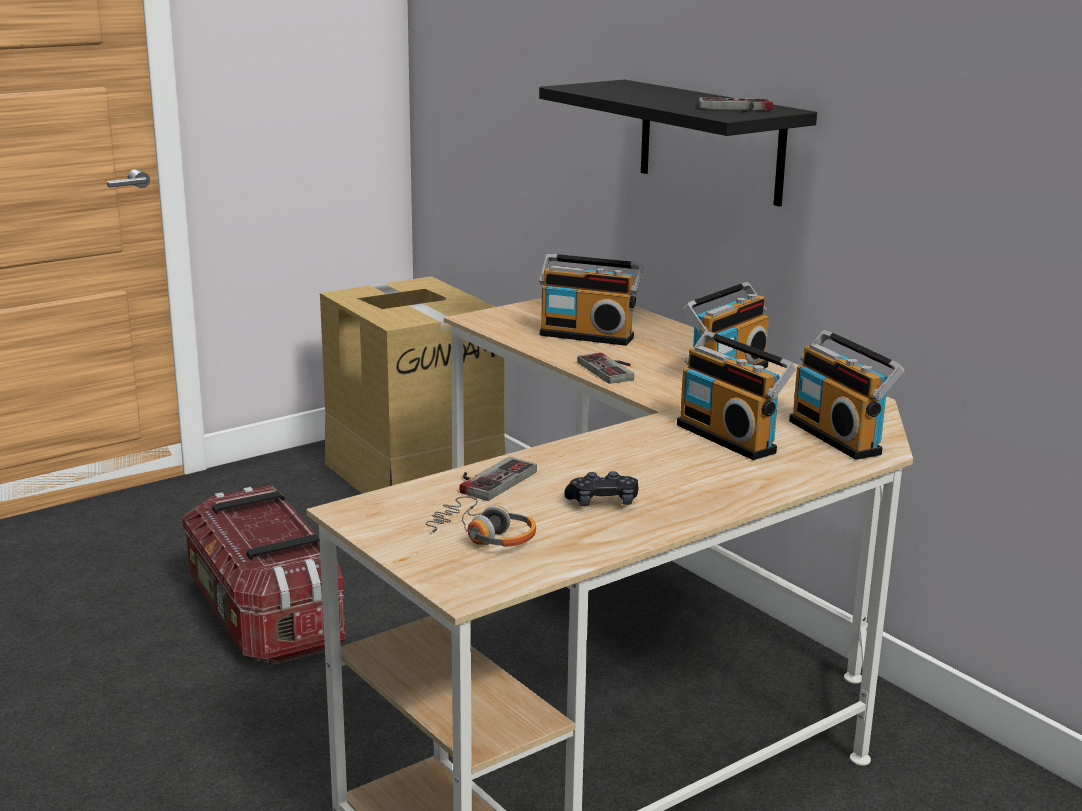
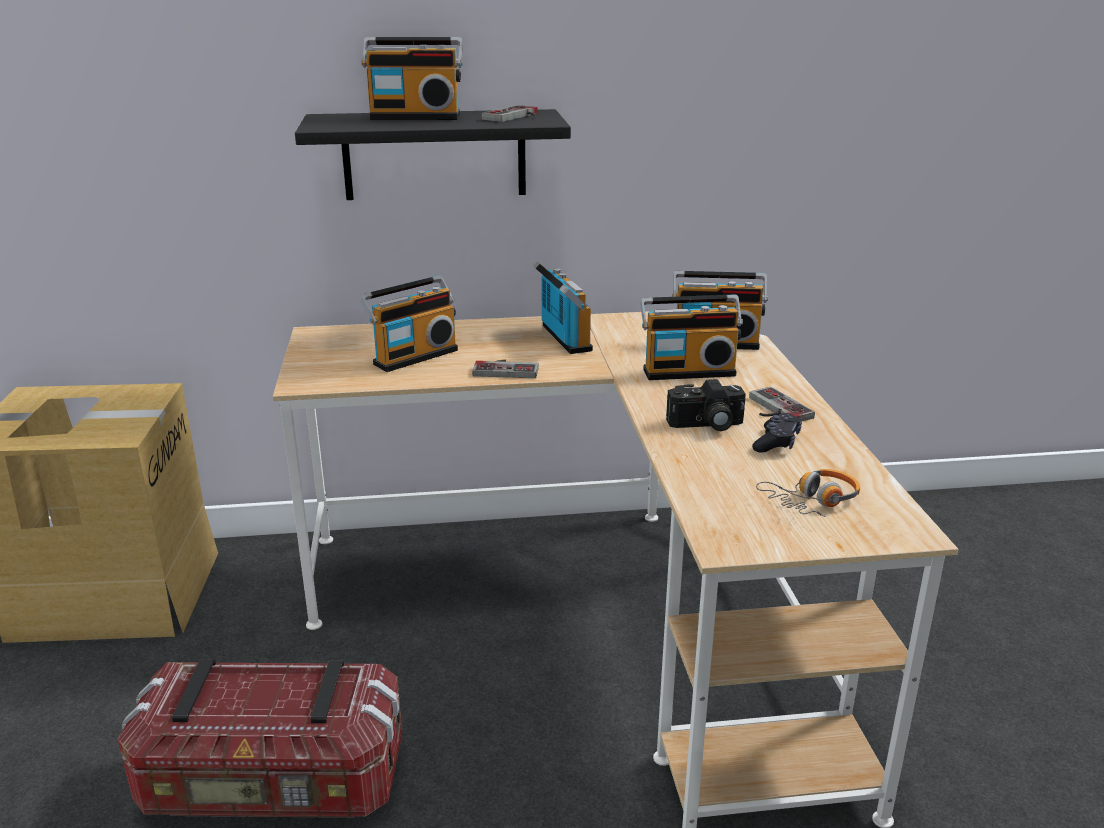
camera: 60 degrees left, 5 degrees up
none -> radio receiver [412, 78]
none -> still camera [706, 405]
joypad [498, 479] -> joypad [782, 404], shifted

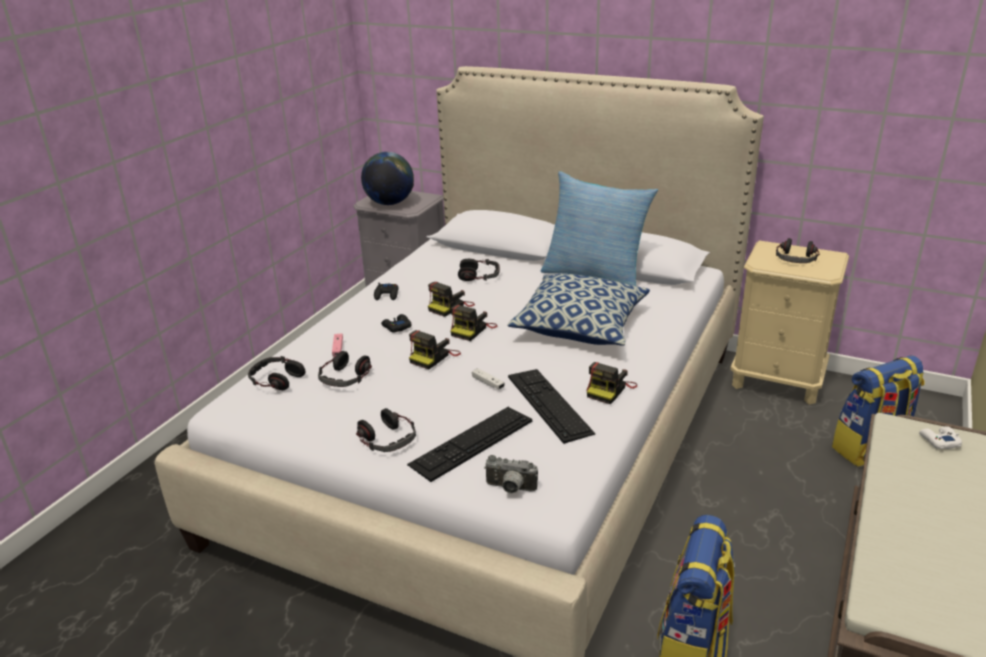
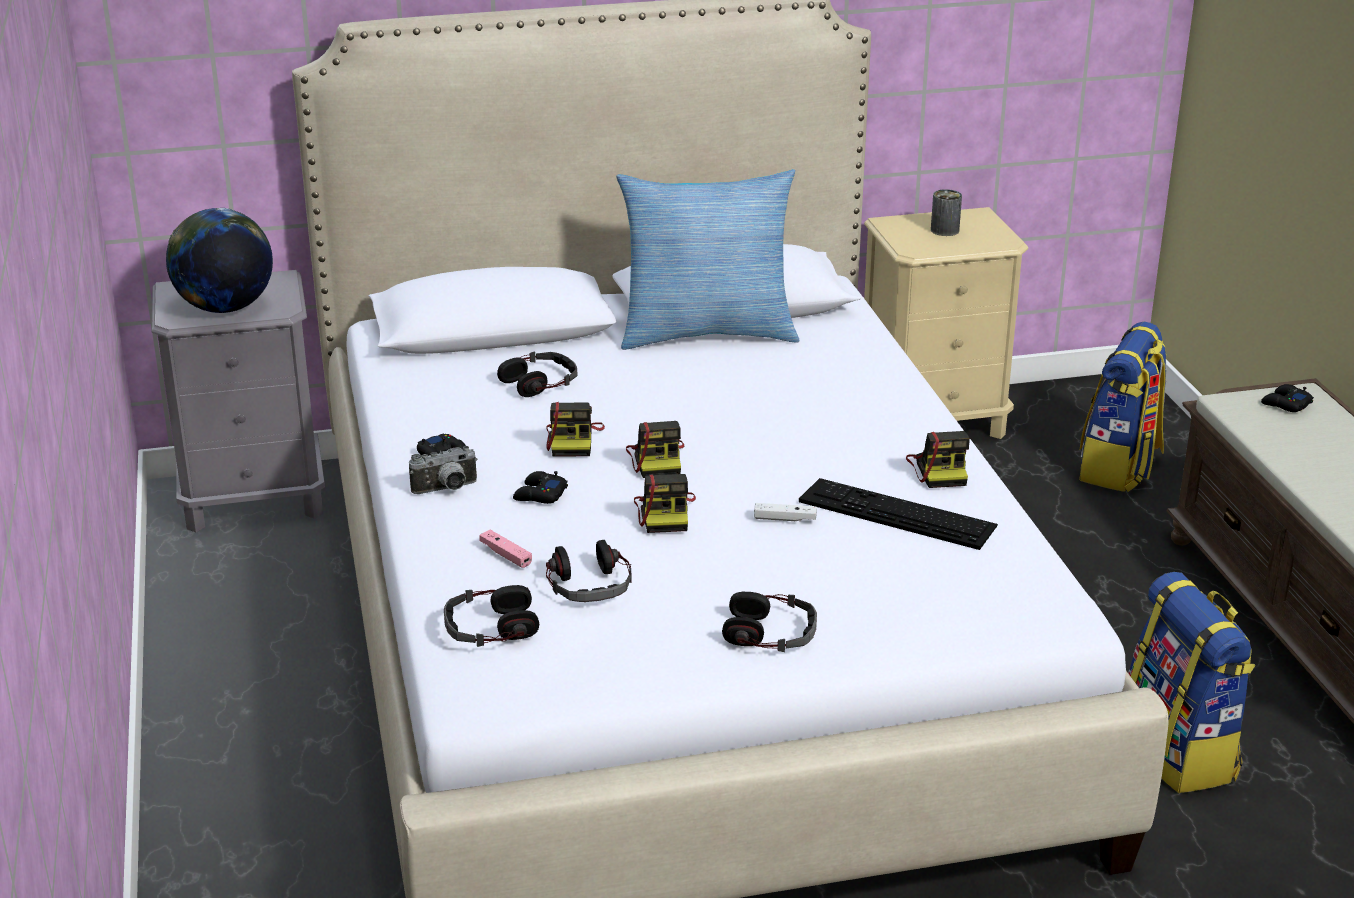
camera: 40 degrees left, 0 degrees up
still camera [511, 474] -> still camera [443, 470], shifted
headset [798, 250] -> sealed can [946, 212]
joypad (whitish) [940, 437] -> joypad (black) [1287, 398]
computer keyboard [469, 444] -> none
pillow [579, 310] -> none

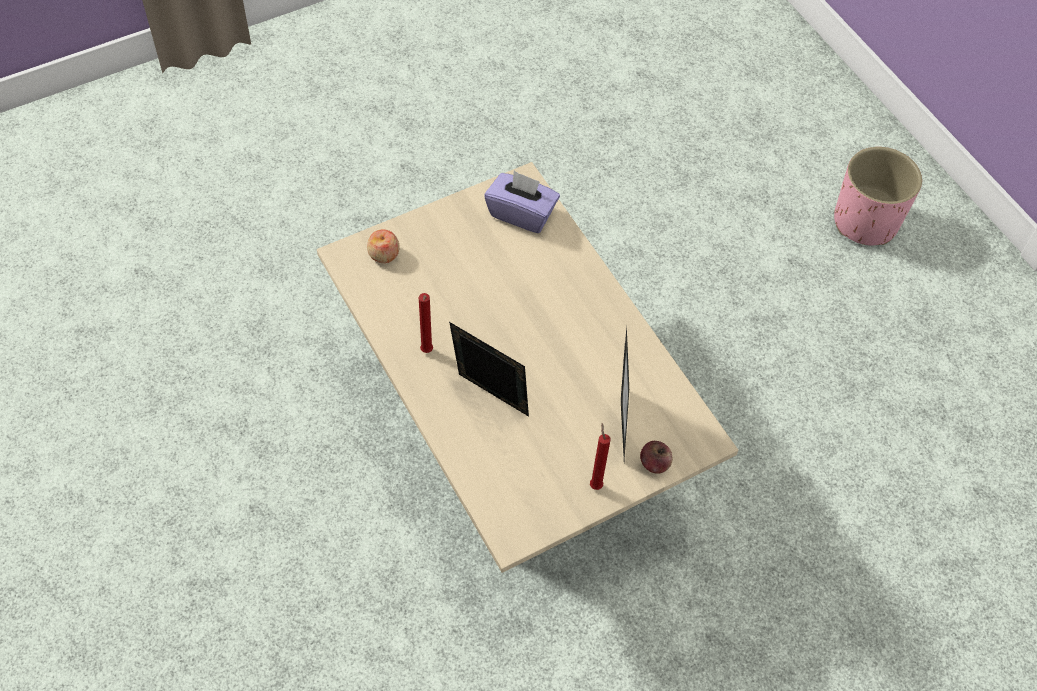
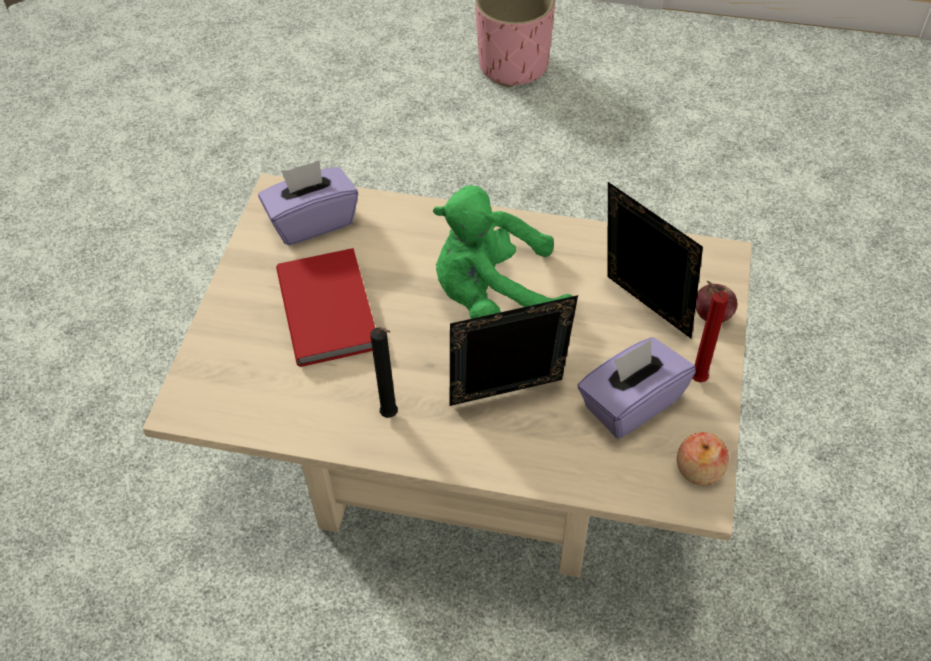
camera: 45 degrees left, 5 degrees down
none -> book (red) [325, 307]
wax candle (red) [426, 323] -> wax candle (black) [384, 373]
none -> cuddly toy (green-coloured) [502, 252]
none -> tissue holder (purplish) [636, 388]
apple [383, 246] -> apple [703, 458], shifted

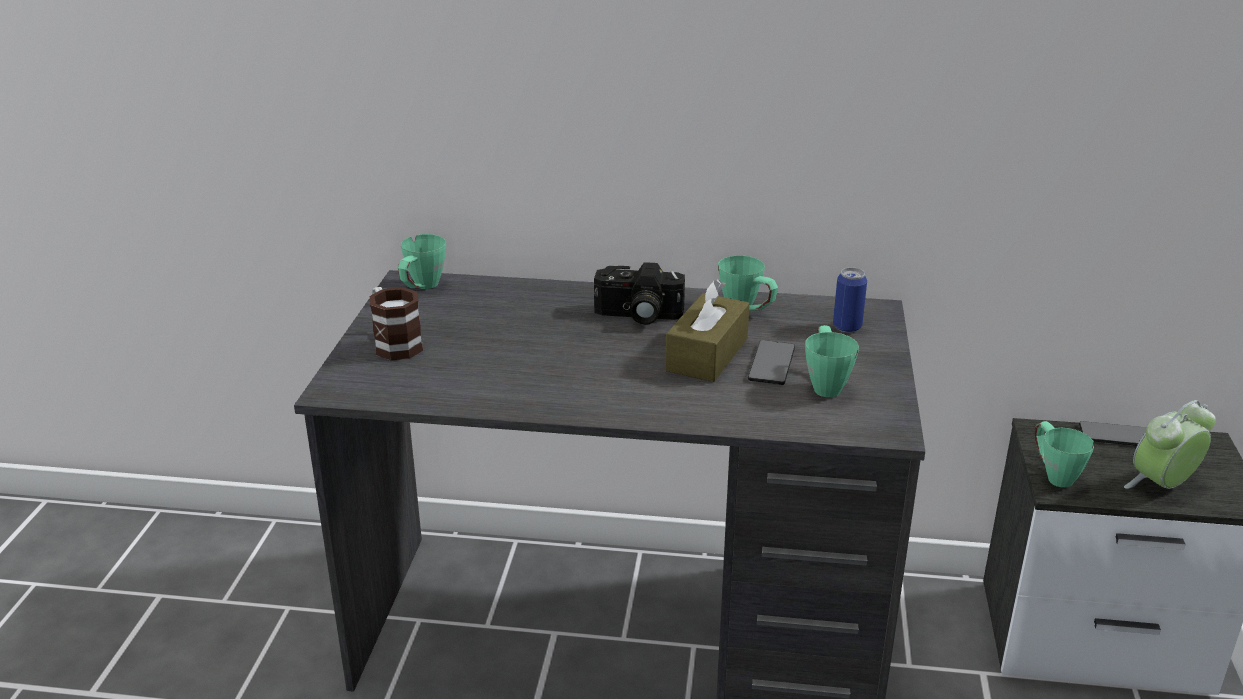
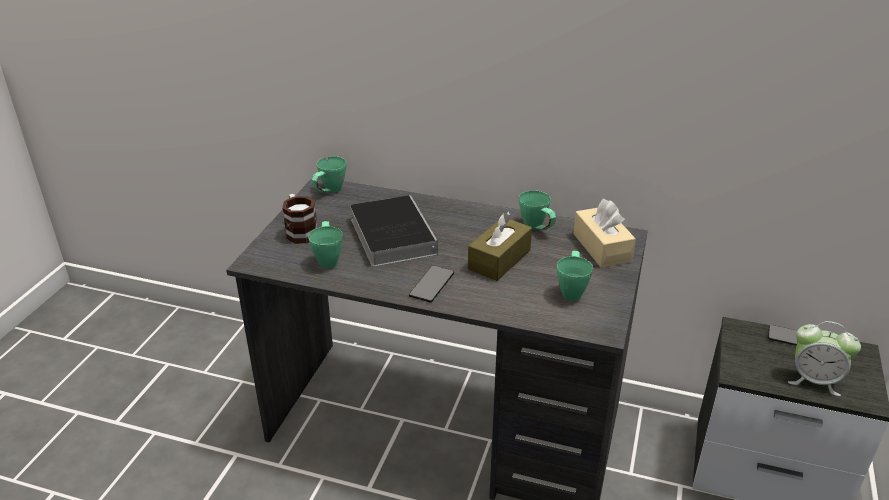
camera: 10 degrees right, 5 degrees up
coffee mug (green-coloured) [1064, 454] -> coffee mug (green-coloured) [325, 245], shifted
none -> book [394, 231]
handset [771, 362] -> handset [431, 283], shifted
sealed can [850, 300] -> tissue holder (beige) [604, 233]
bedside clock [1170, 444] -> bedside clock [824, 358], 135 degrees counterclockwise
still camera [639, 293] -> none

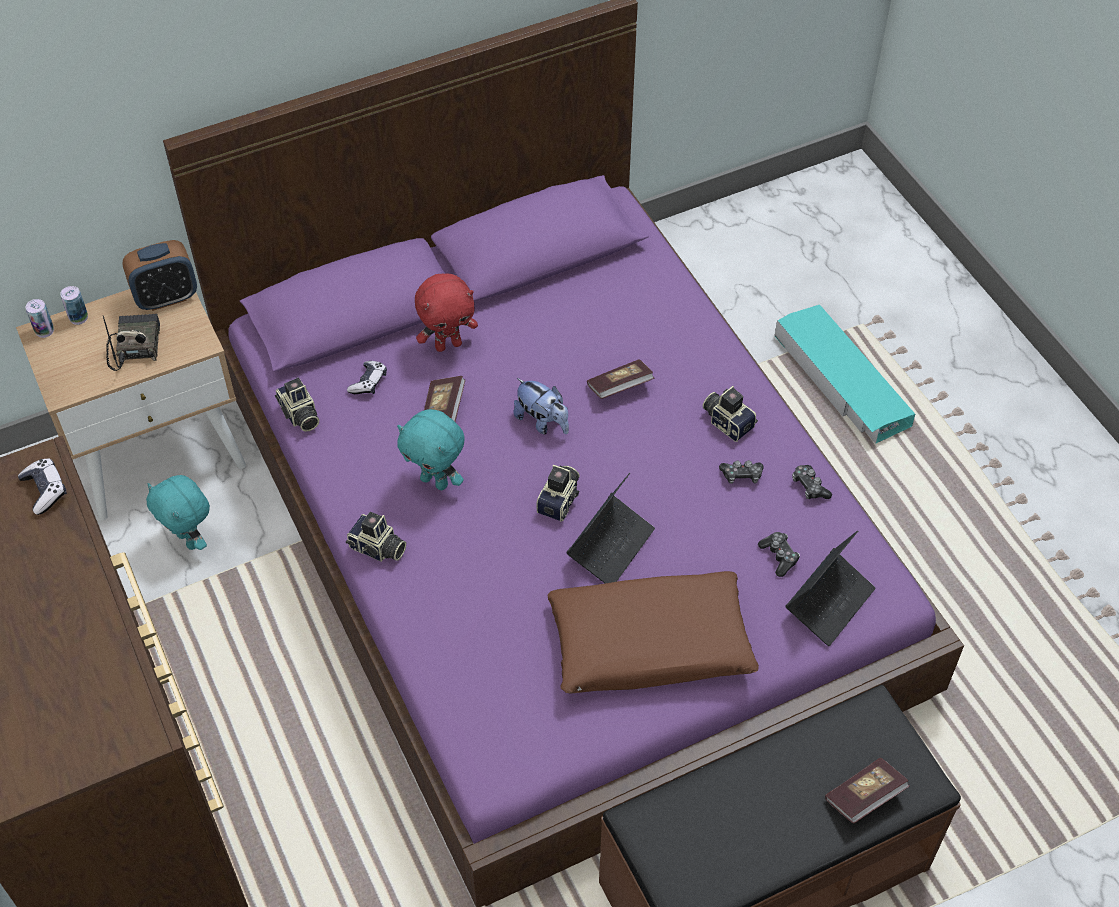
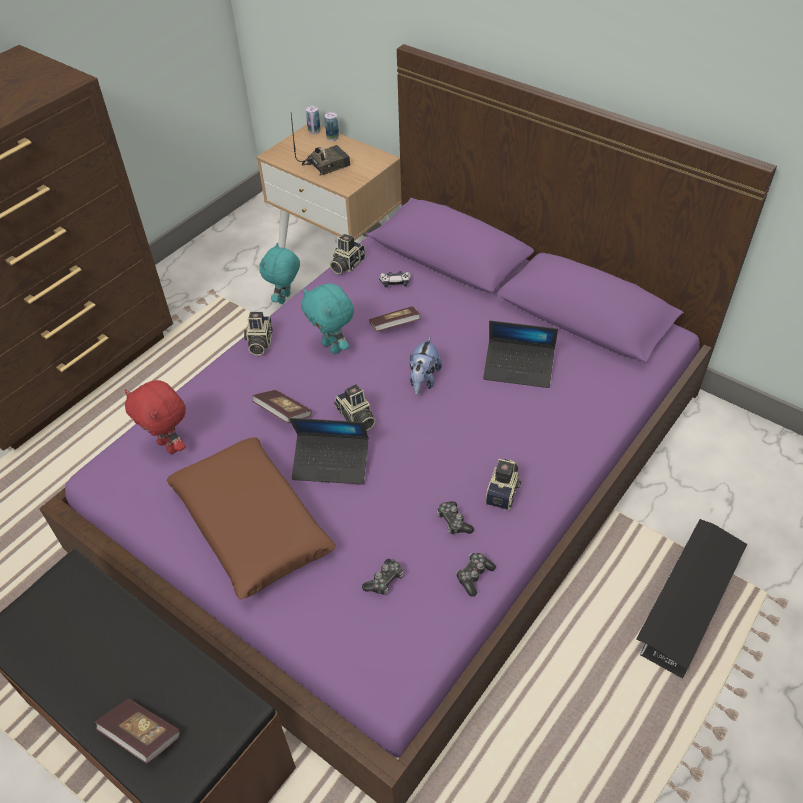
camera: 65 degrees right, 5 degrees down
cuddly toy (red) [446, 312] -> cuddly toy (red) [155, 417], shifted
book [620, 379] -> book [282, 406], shifted
cuddly toy (turquoise) [431, 449] -> cuddly toy (turquoise) [327, 318], 45 degrees counterclockwise
still camera [558, 493] -> still camera [355, 407], 60 degrees clockwise
portable computer [831, 588] -> portable computer [520, 354], shifted
storage box (turquoise) [845, 374] -> storage box (black) [691, 599]
joypad [42, 486] -> none
bedside clock [159, 275] -> none

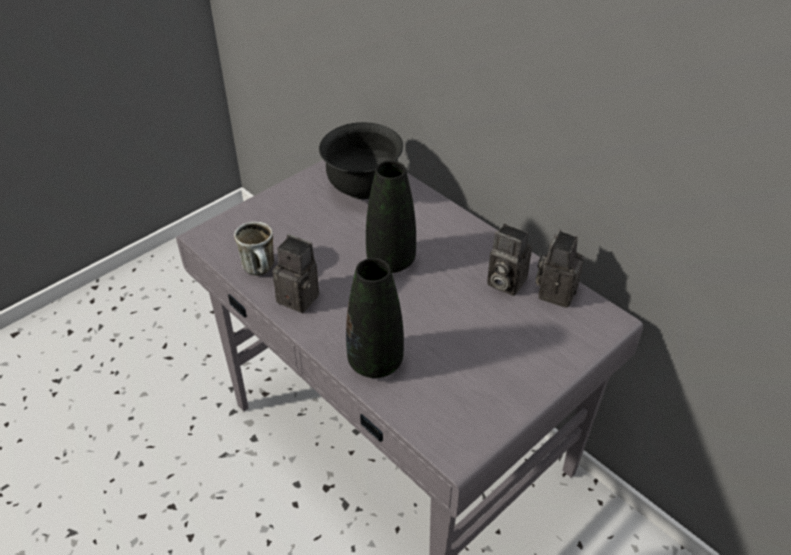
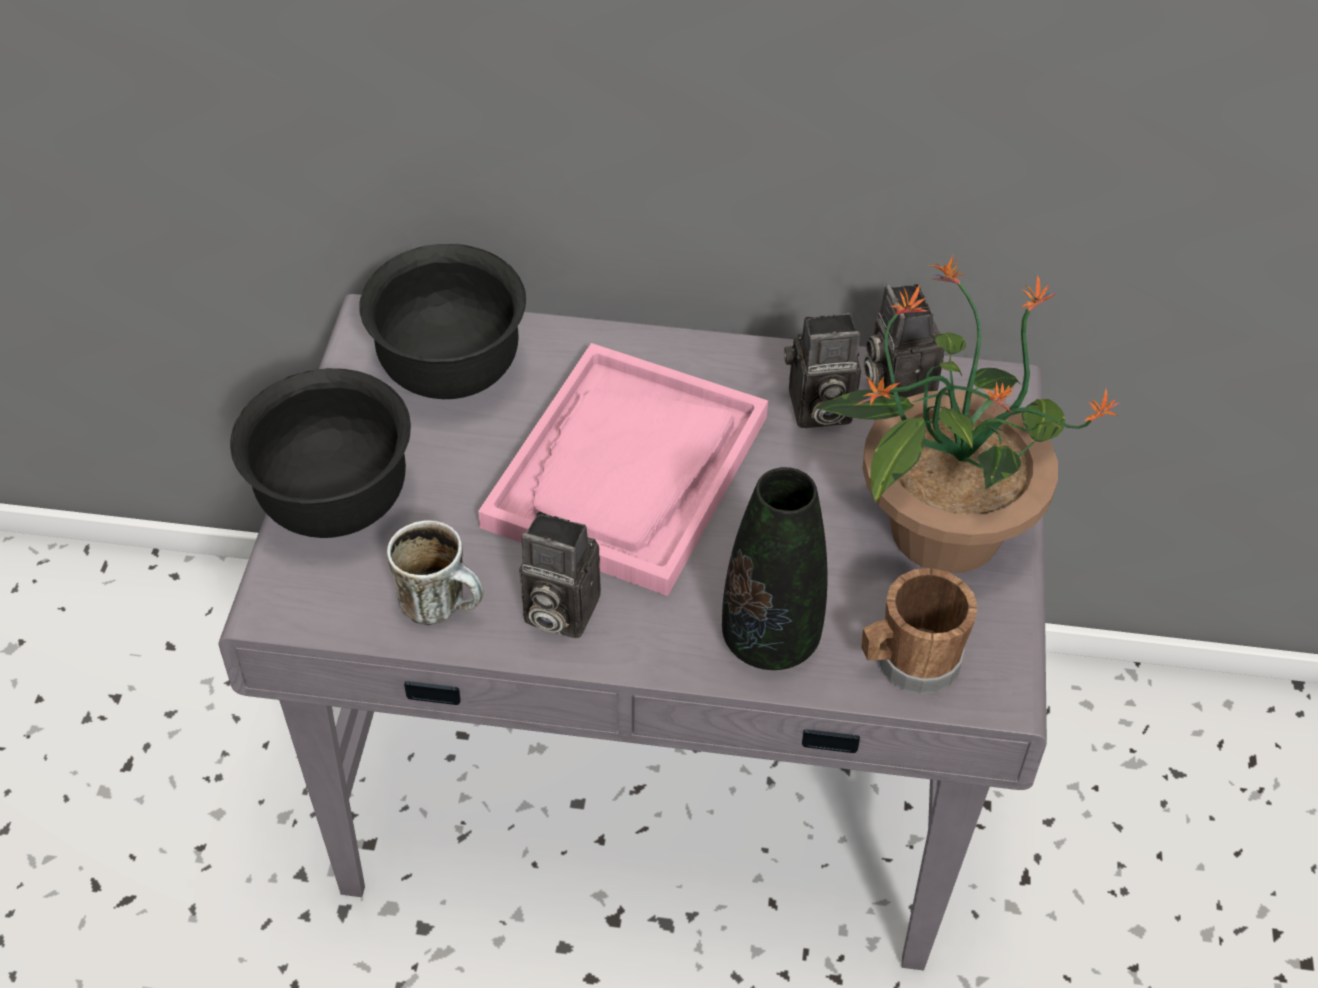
camera: 40 degrees left, 5 degrees up
none -> serving bowl (black) [320, 453]
vase (black) [391, 217] -> tray (pinkish) [623, 469]
still camera [295, 273] -> still camera [560, 575], 150 degrees counterclockwise
none -> houseplant [967, 415]
none -> coffee mug (brown-coloured) [920, 631]

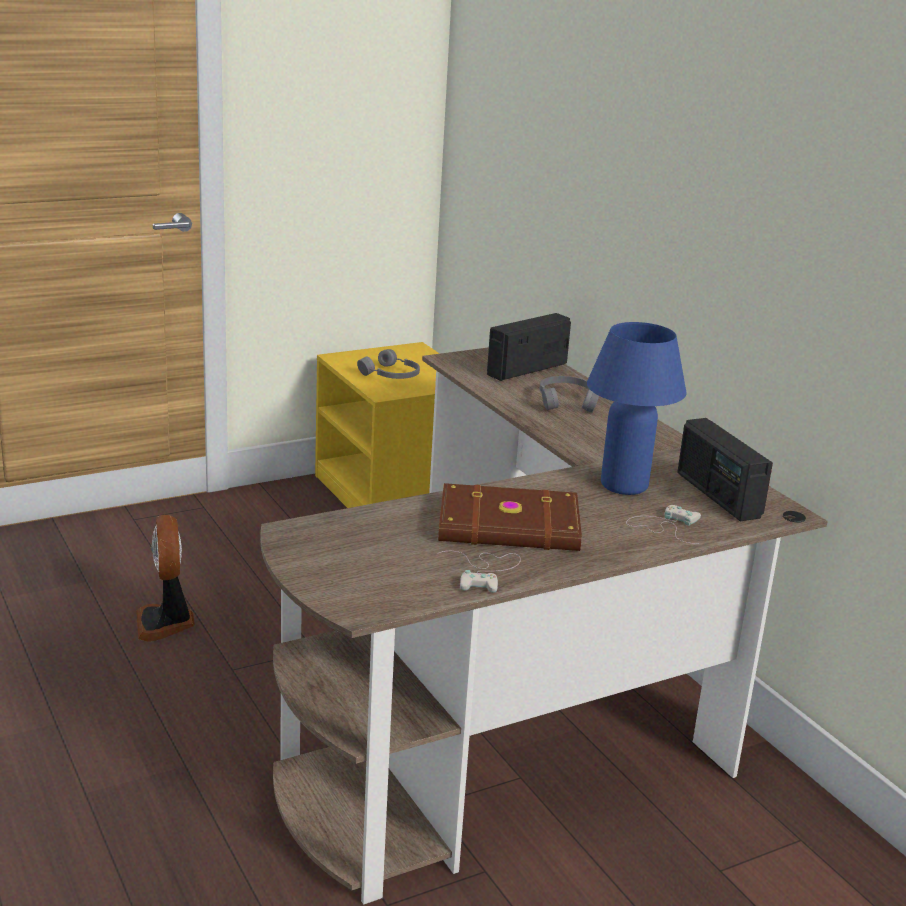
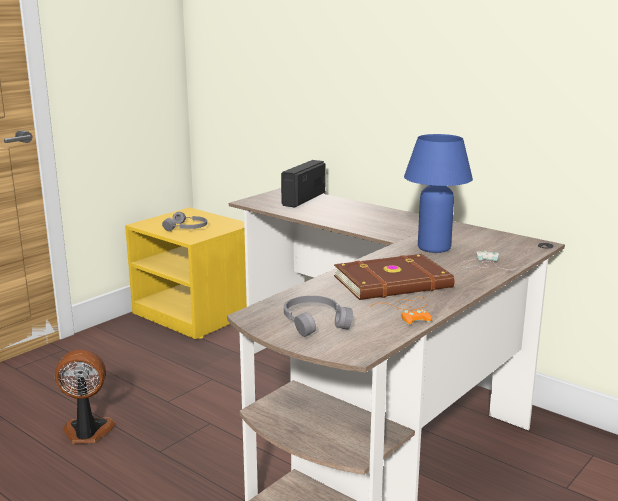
camera: 20 degrees left, 5 degrees down
electric fan [165, 578] -> electric fan [85, 396], 120 degrees clockwise
headset (grey) [569, 394] -> headset (grey) [318, 316], shifted
joypad (whitish) [480, 572] -> joypad (orange) [401, 310]
radio receiver [725, 469] -> none

